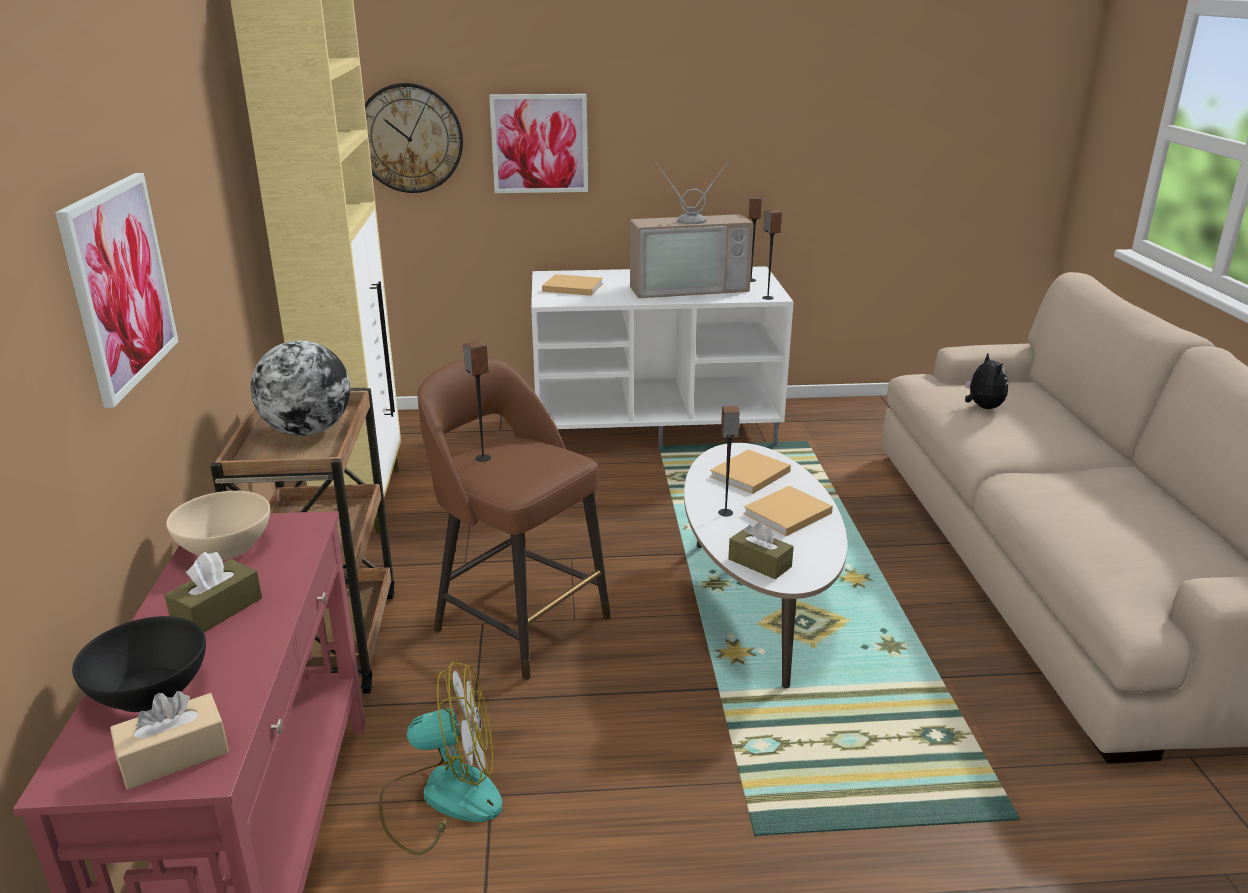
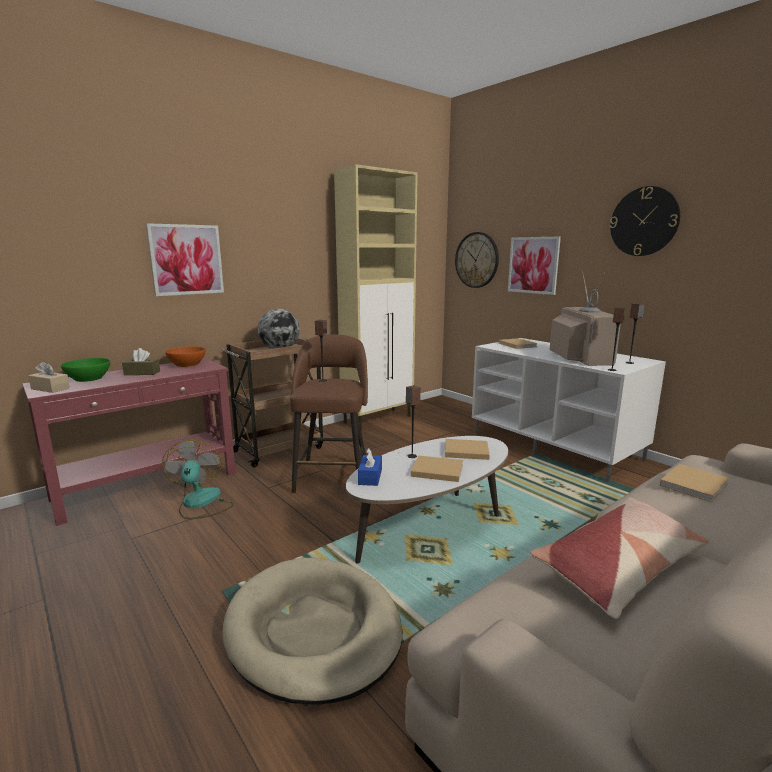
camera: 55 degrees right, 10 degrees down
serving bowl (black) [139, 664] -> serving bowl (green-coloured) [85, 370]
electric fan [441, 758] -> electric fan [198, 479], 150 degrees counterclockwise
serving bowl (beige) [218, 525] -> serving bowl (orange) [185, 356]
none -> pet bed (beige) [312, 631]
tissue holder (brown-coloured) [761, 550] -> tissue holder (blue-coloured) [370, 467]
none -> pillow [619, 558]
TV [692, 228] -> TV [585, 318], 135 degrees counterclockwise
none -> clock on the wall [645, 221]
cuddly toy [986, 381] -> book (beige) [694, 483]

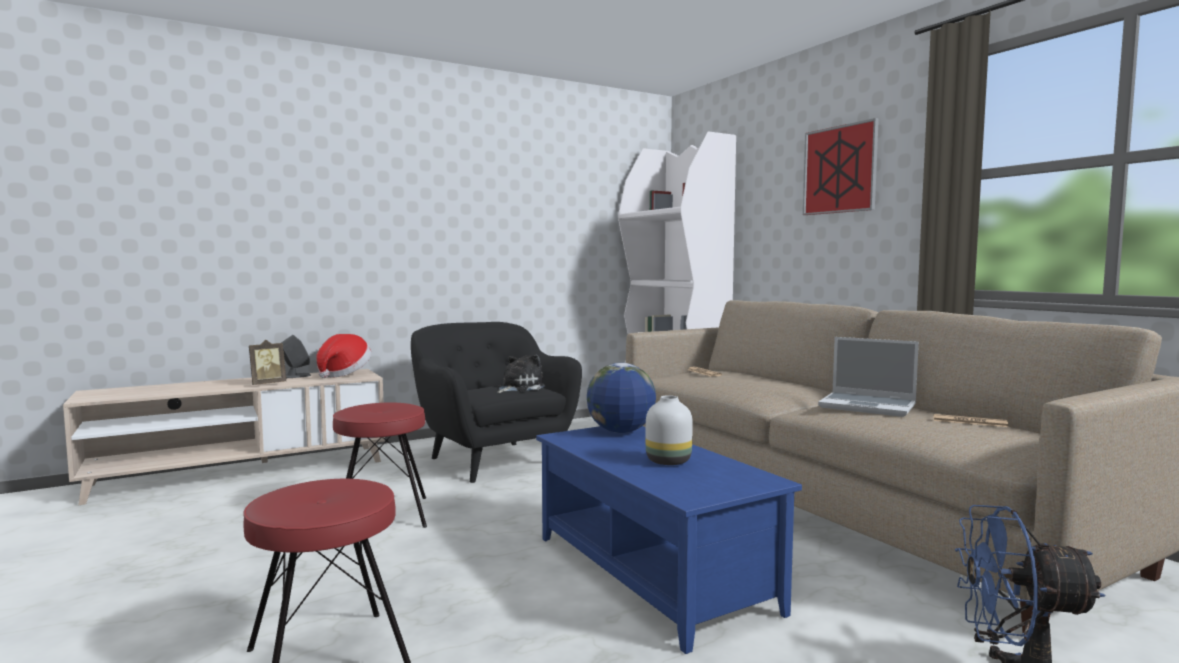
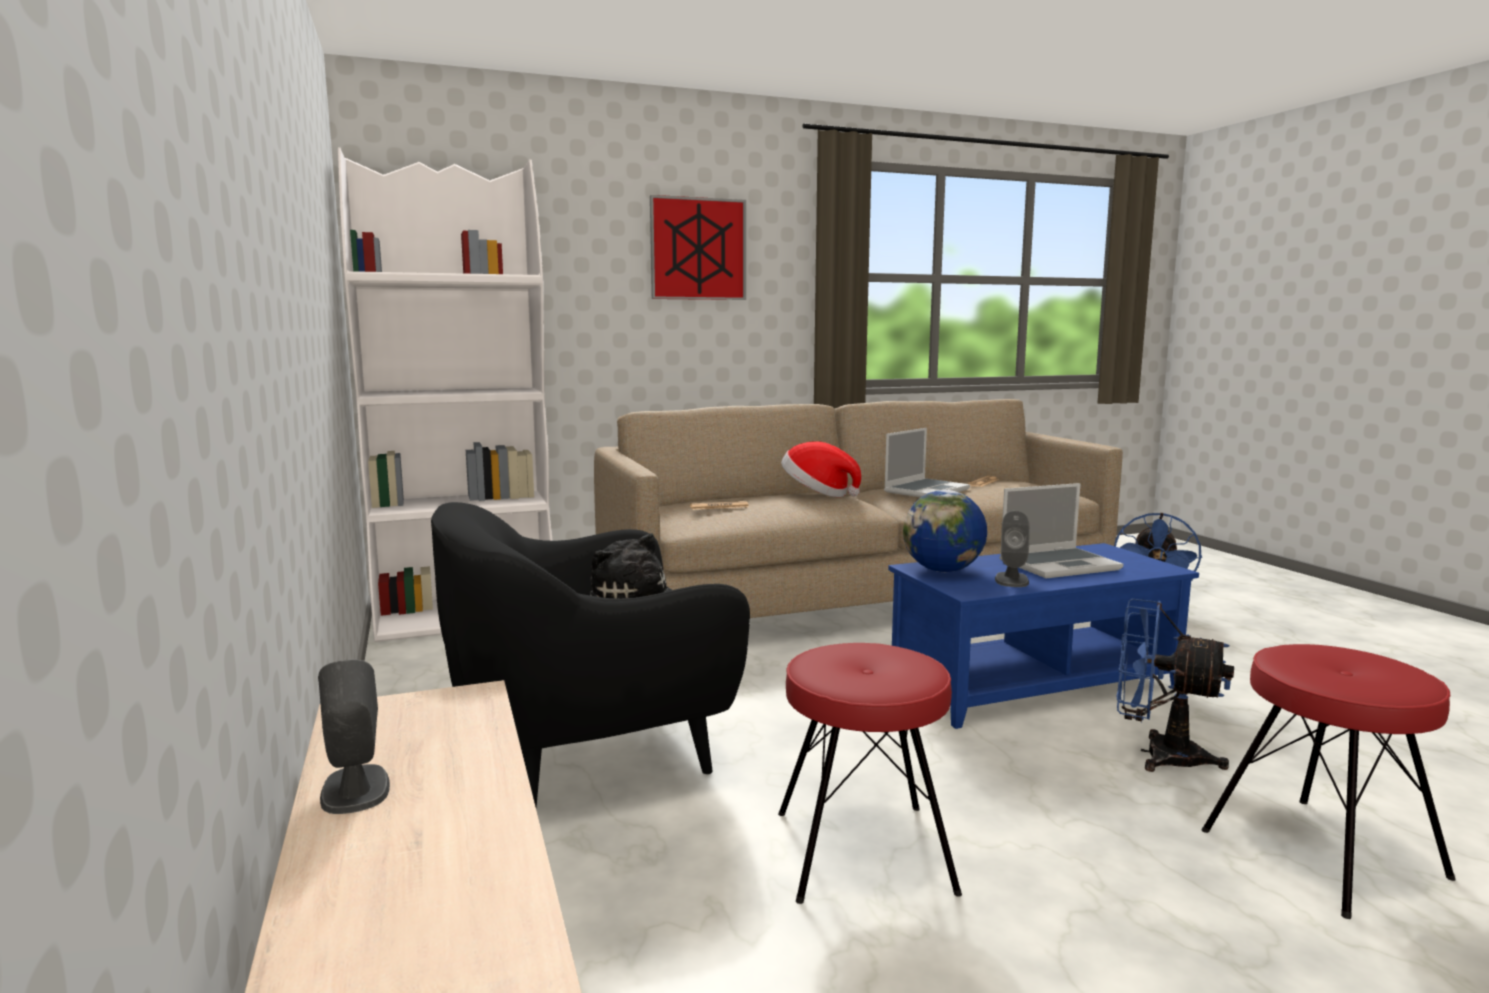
camera: 80 degrees left, 5 degrees up
clothing hat [343, 356] -> clothing hat [821, 469], shifted
none -> audio speaker (grey) [1012, 549]
vase (whitish) [669, 430] -> portable computer [1061, 530]
none -> electric fan (blue-coloured) [1175, 685]
standing frame [267, 362] -> none

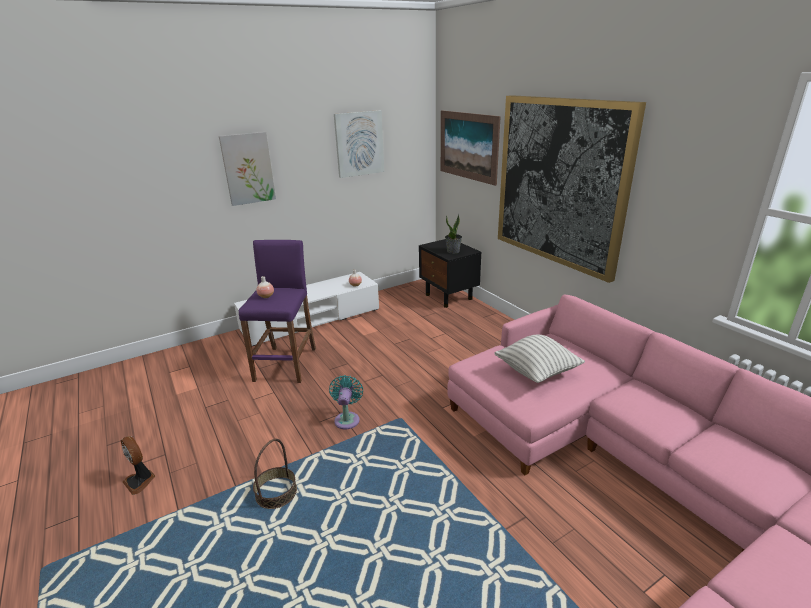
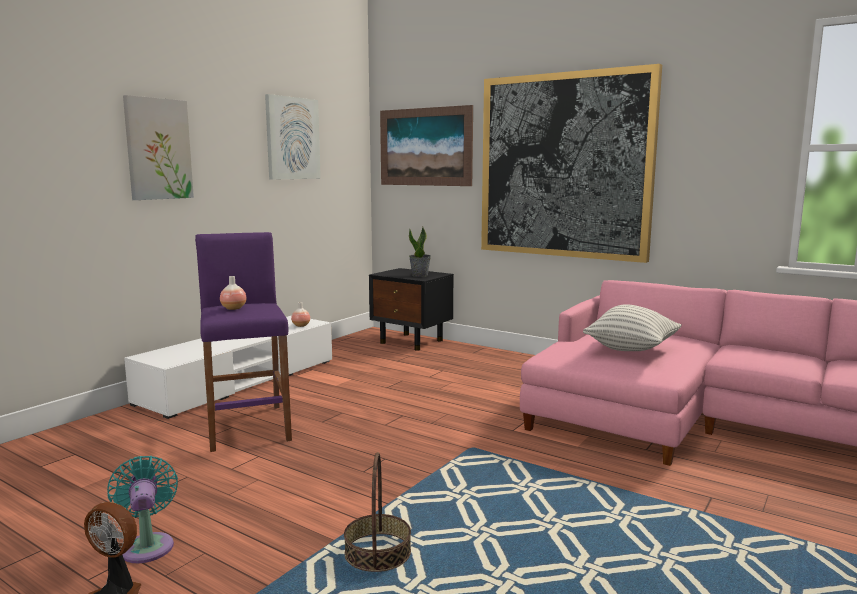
camera: 25 degrees left, 15 degrees down
electric fan (turquoise) [346, 402] -> electric fan (turquoise) [142, 509], shifted

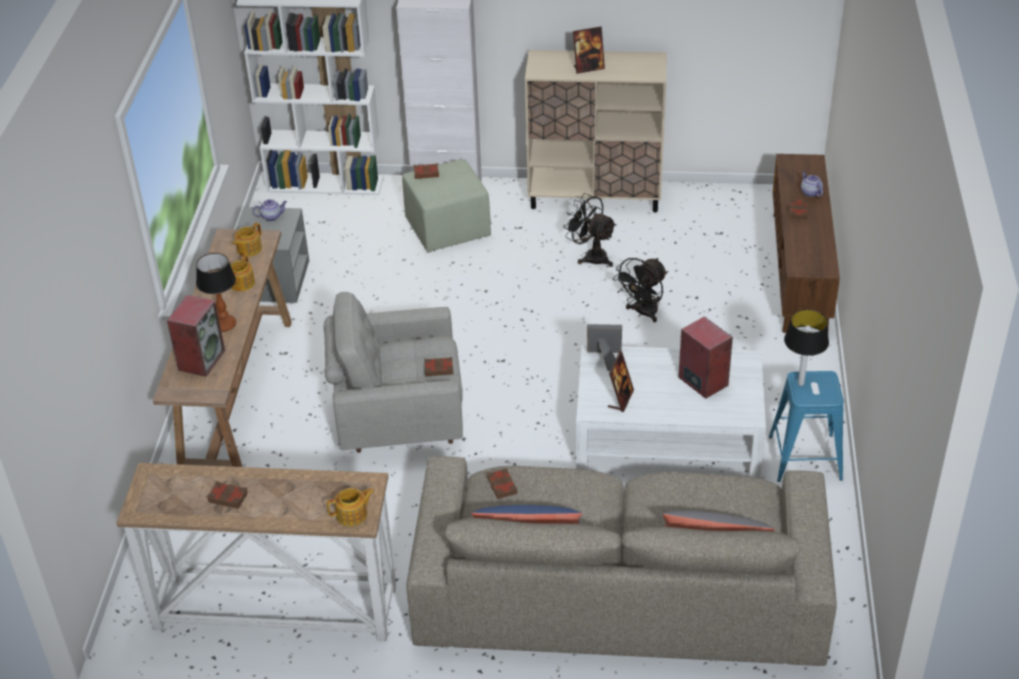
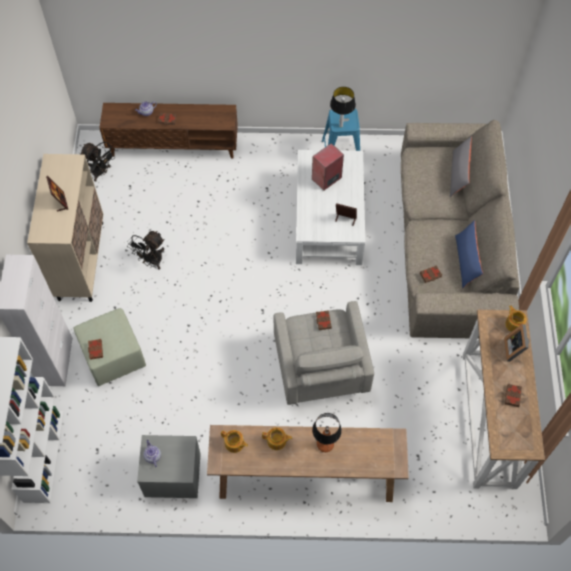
camera: 95 degrees left, 20 degrees up
electric fan (black) [640, 290] -> electric fan (black) [97, 162], shifted
standing frame [604, 347] -> standing frame [516, 343], shifted
audio speaker [196, 336] -> none

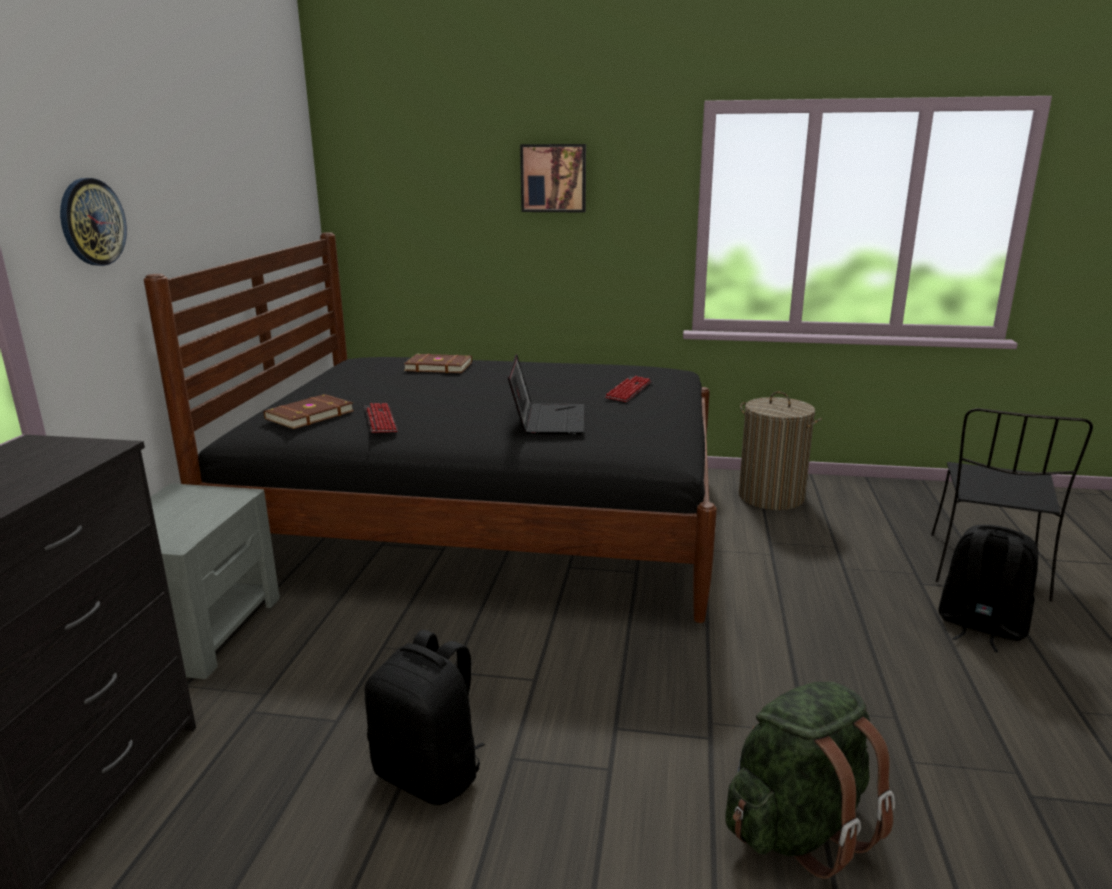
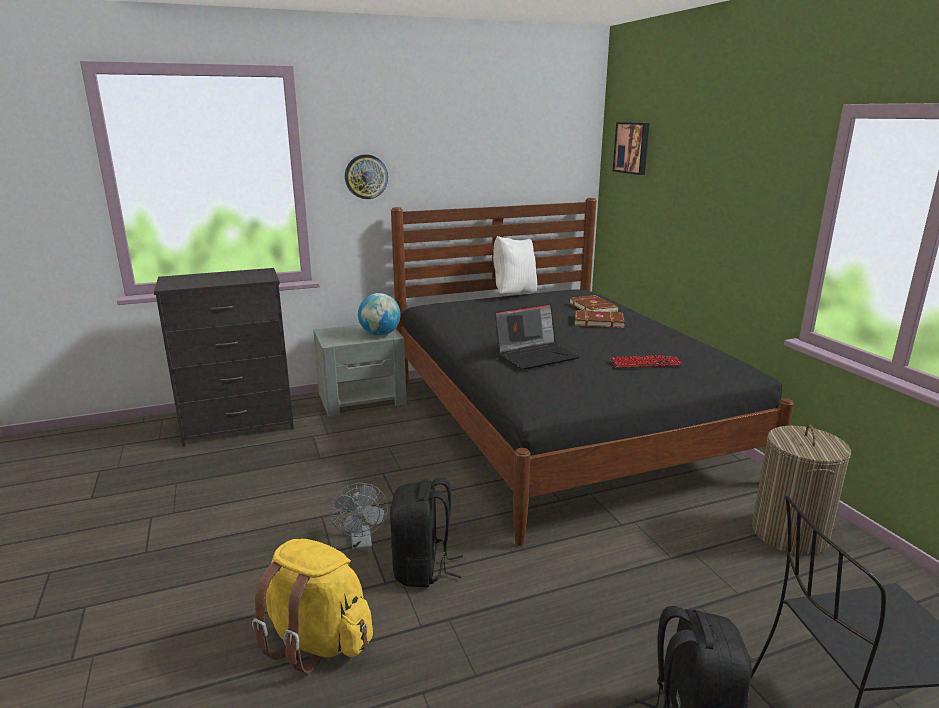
camera: 60 degrees right, 0 degrees up
rucksack (green-coloured) [810, 780] -> rucksack (yellow) [312, 606]
none -> electric fan (grey) [359, 516]
none -> world globe [379, 314]
rucksack (black) [425, 717] -> rucksack (black) [426, 532], shifted
none -> pillow (whitish) [515, 265]
book (brown-coloured) [309, 411] -> book (brown-coloured) [600, 319], shifted
picture [553, 178] -> picture [631, 148], shifted
computer keyboard [381, 418] -> none

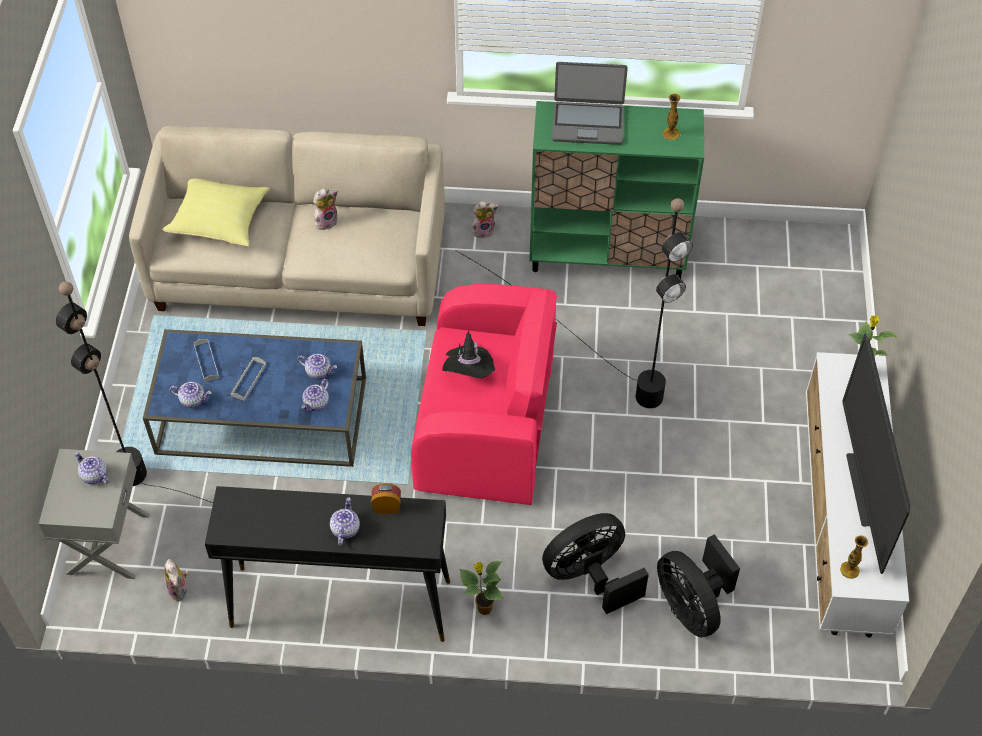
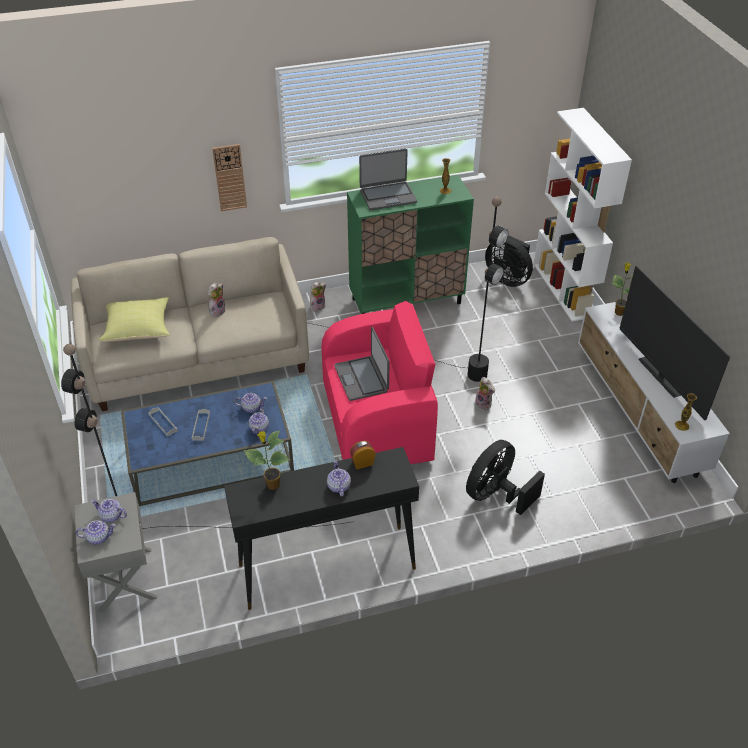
camera: 20 degrees left, 10 degrees down
teapot [190, 395] -> teapot [96, 532], shifted
none -> clock on the wall [229, 177]
houseplant [481, 588] -> houseplant [267, 460], shifted
clothing hat (black) [468, 354] -> portable computer [362, 364]
cuddly toy [176, 580] -> cuddly toy [485, 393], shifted
electric fan (black) [698, 585] -> electric fan (black) [509, 261], shifted
none -> bookshelf (whitish) [583, 215]

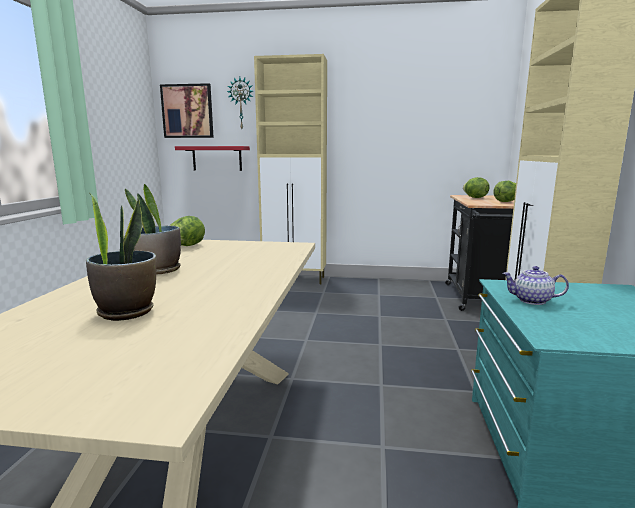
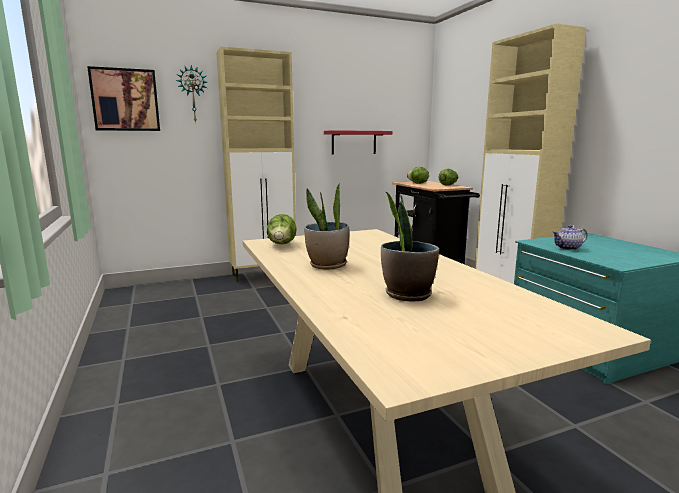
camera: 30 degrees left, 0 degrees up
shelf (red) [212, 158] -> shelf (red) [358, 142], shifted

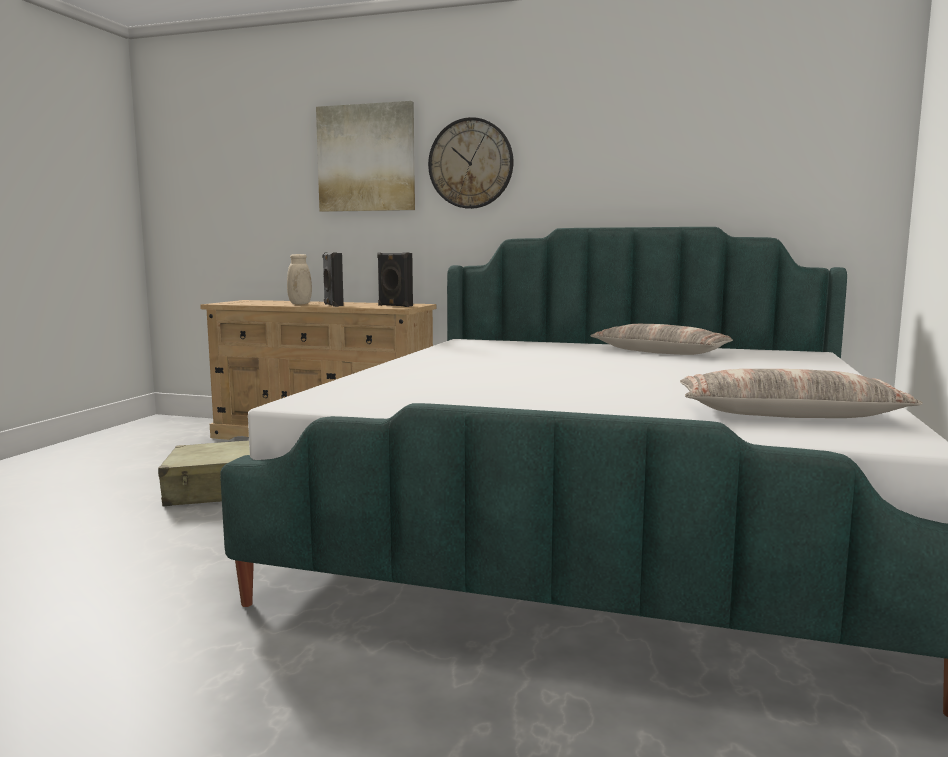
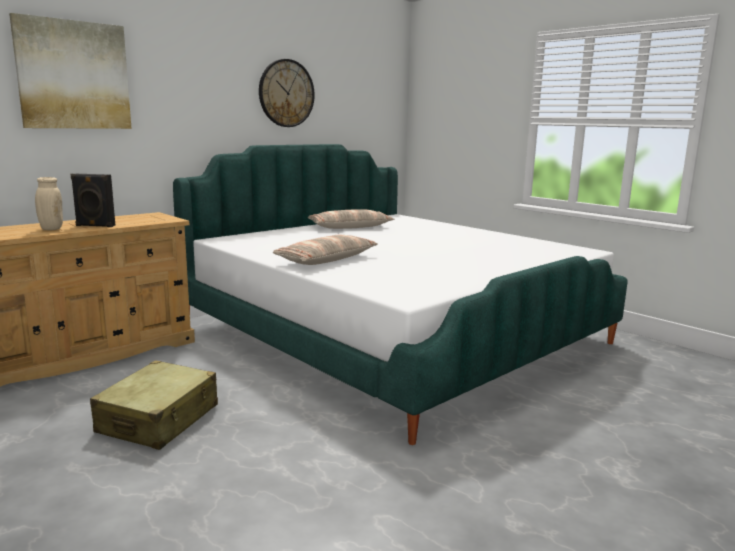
camera: 60 degrees left, 5 degrees up
clock on the wall [470, 163] -> clock on the wall [287, 93], shifted
pillow [801, 393] -> pillow [325, 250], shifted
audio speaker (black) [395, 279] -> none

